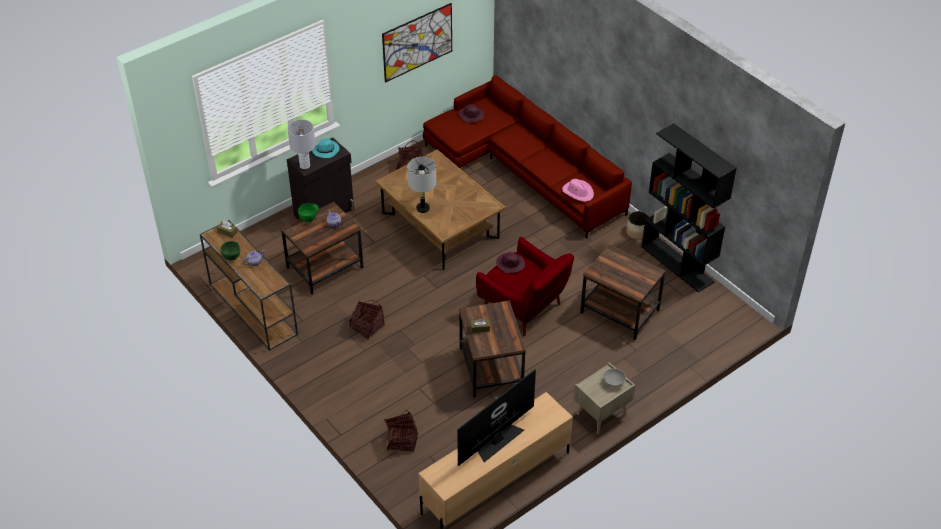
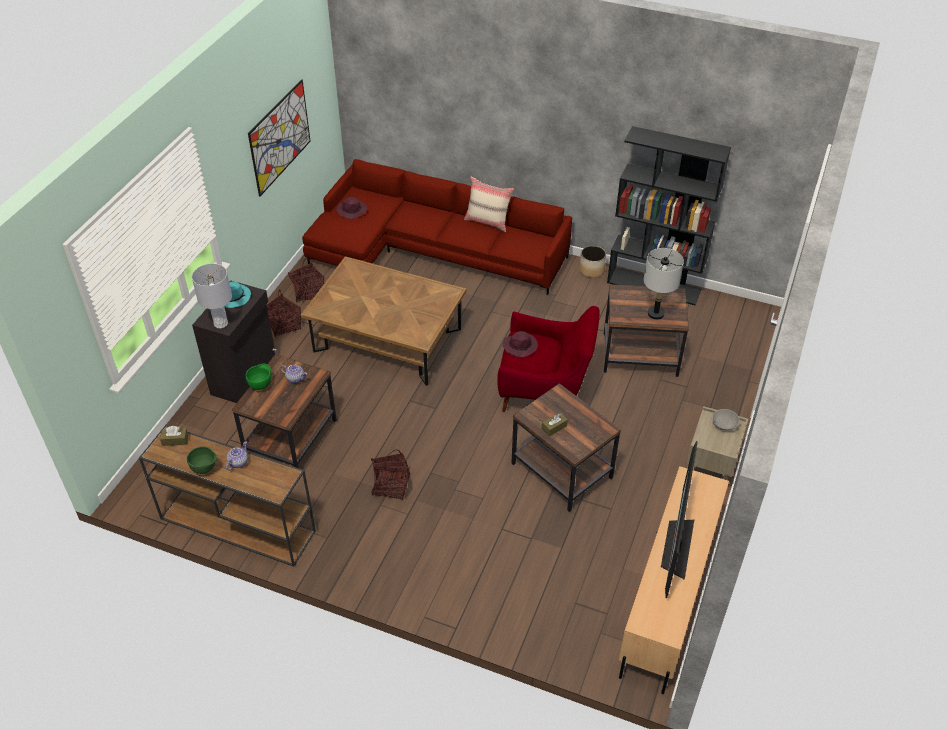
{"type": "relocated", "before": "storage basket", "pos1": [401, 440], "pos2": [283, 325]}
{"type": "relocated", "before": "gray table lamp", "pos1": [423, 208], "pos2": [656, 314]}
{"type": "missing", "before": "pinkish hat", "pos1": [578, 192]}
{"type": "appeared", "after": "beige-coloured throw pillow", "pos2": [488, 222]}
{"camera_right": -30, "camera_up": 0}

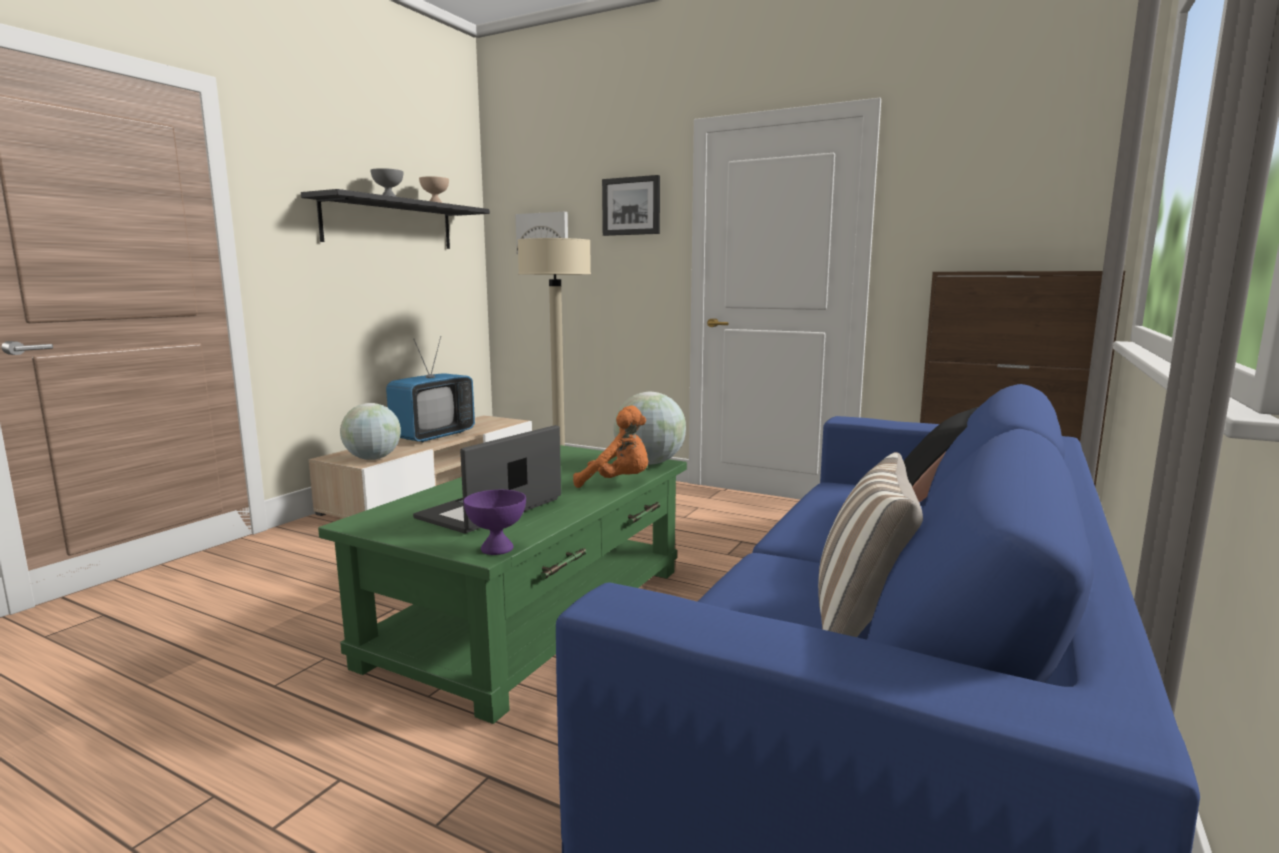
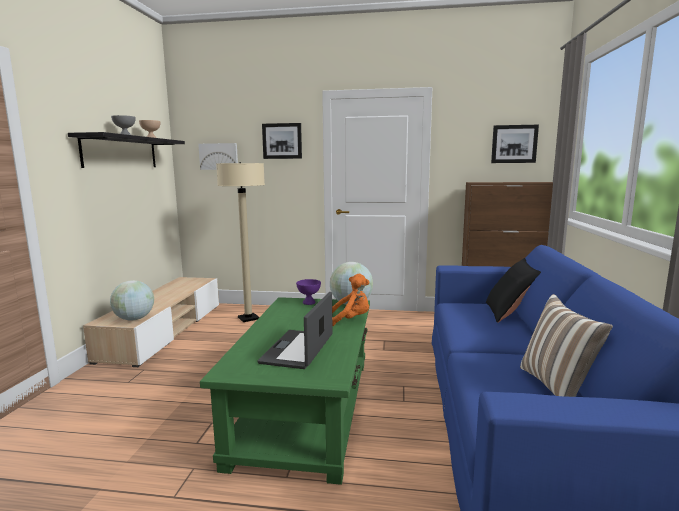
{"type": "missing", "before": "television", "pos1": [433, 436]}
{"type": "relocated", "before": "purple-coloured bowl", "pos1": [498, 548], "pos2": [309, 302]}
{"type": "appeared", "after": "wall art", "pos2": [514, 144]}
{"camera_right": -20, "camera_up": 0}

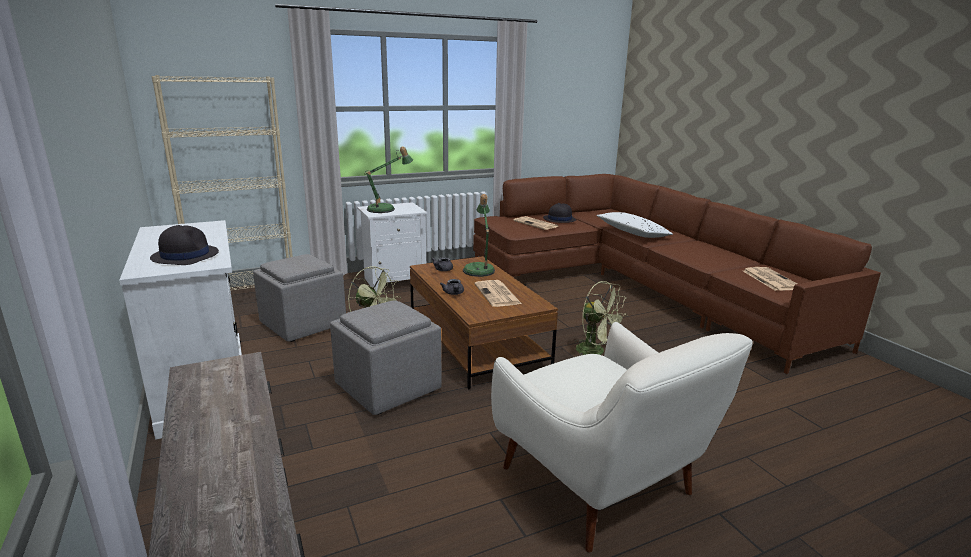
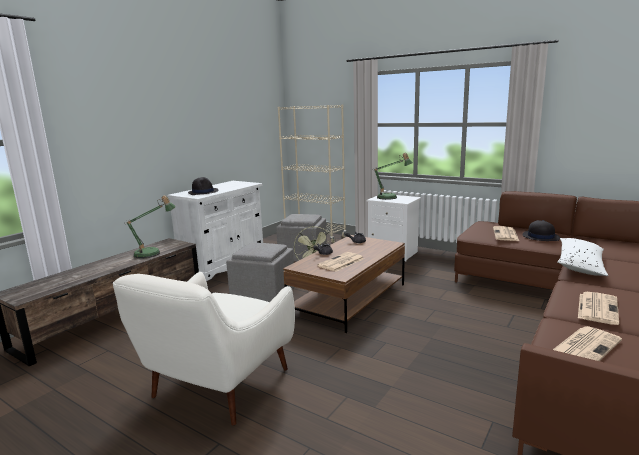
{"type": "relocated", "before": "table lamp", "pos1": [479, 269], "pos2": [152, 253]}
{"type": "missing", "before": "green electric fan", "pos1": [596, 352]}
{"type": "appeared", "after": "printed paper", "pos2": [597, 308]}
{"camera_right": 60, "camera_up": -5}

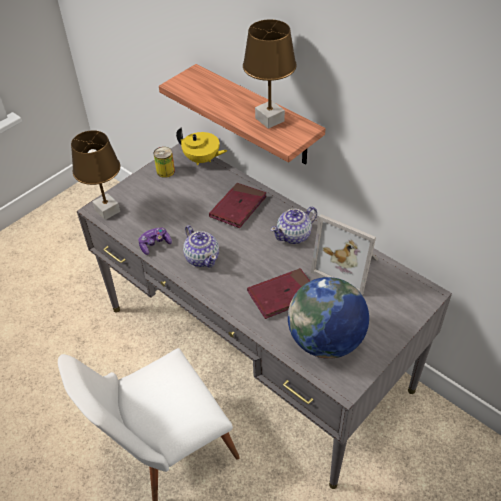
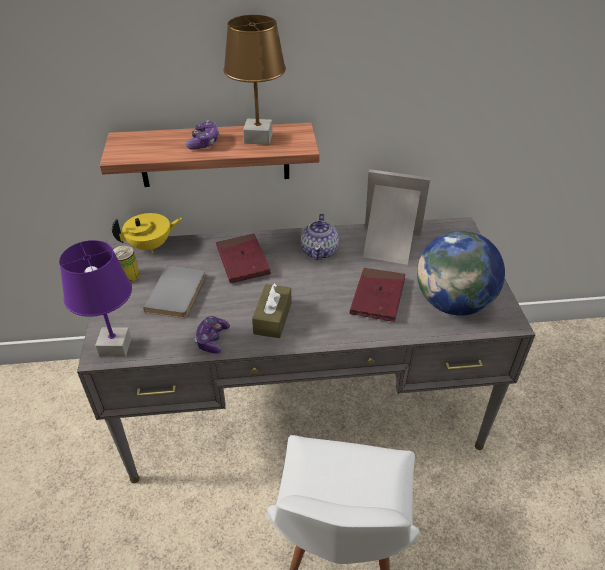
{"type": "colour", "before": "brown-coloured table lamp", "after": "purple-coloured table lamp", "pos1": [107, 210], "pos2": [114, 347]}
{"type": "exchanged", "before": "tea pot", "after": "brown-coloured box of tissues", "pos1": [202, 257], "pos2": [272, 318]}
{"type": "spun", "before": "photo frame", "pos1": [348, 266], "pos2": [389, 245], "turn": -150}
{"type": "appeared", "after": "gray bound book", "pos2": [179, 294]}
{"type": "appeared", "after": "game controller", "pos2": [204, 142]}
{"camera_right": -50, "camera_up": -5}

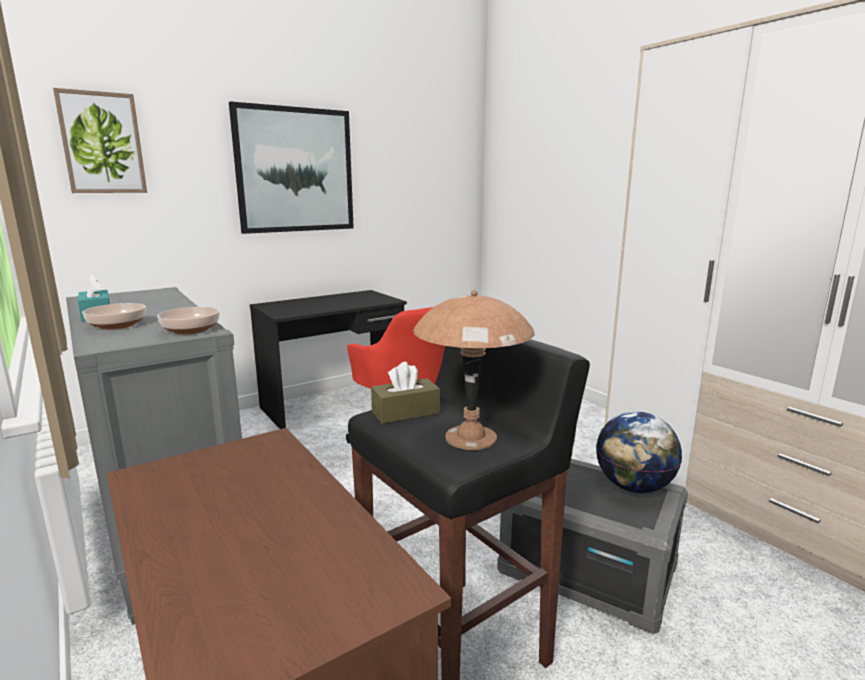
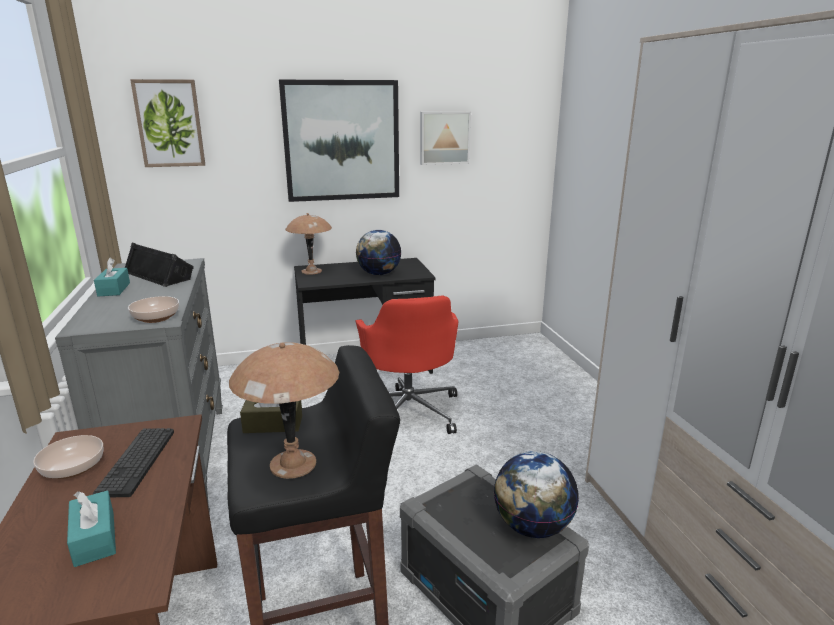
{"type": "relocated", "before": "bowl", "pos1": [118, 325], "pos2": [74, 467]}
{"type": "appeared", "after": "turquoise-coloured box of tissues", "pos2": [94, 538]}
{"type": "appeared", "after": "PC keyboard", "pos2": [137, 461]}
{"type": "appeared", "after": "black loudspeaker", "pos2": [160, 275]}
{"type": "appeared", "after": "brown-coloured table lamp", "pos2": [312, 271]}
{"type": "appeared", "after": "desk globe", "pos2": [378, 274]}
{"type": "appeared", "after": "wall art", "pos2": [444, 138]}
{"camera_right": 20, "camera_up": 5}

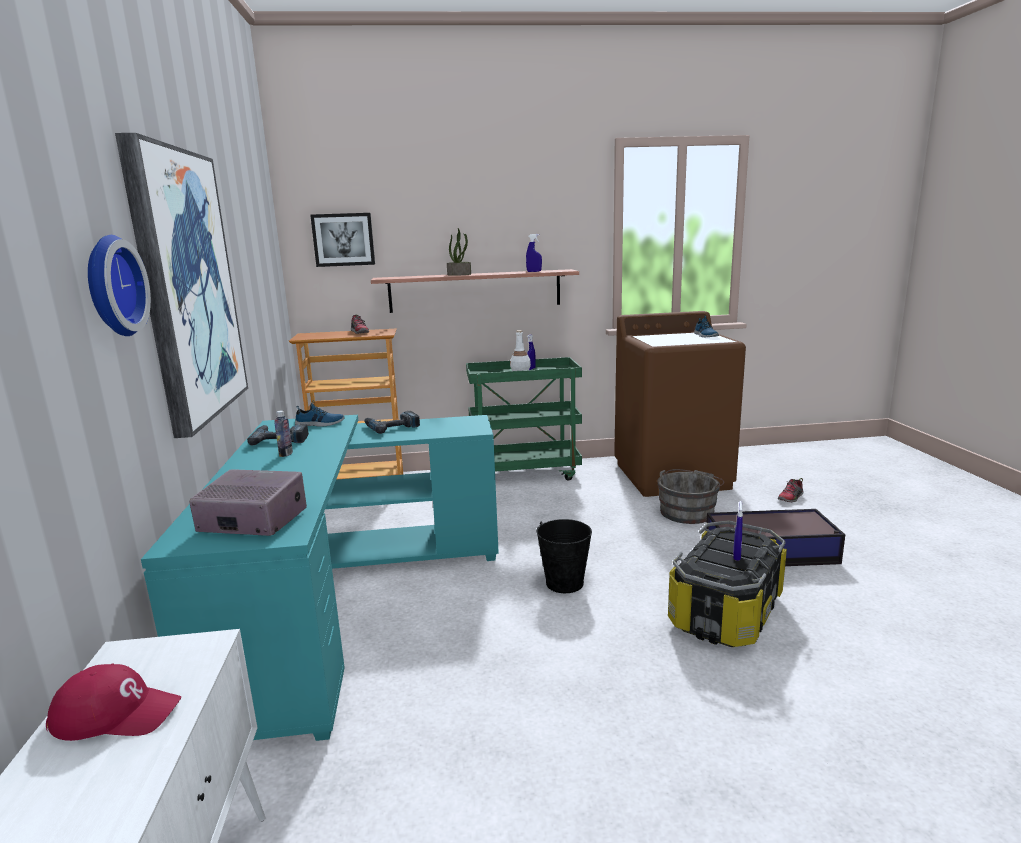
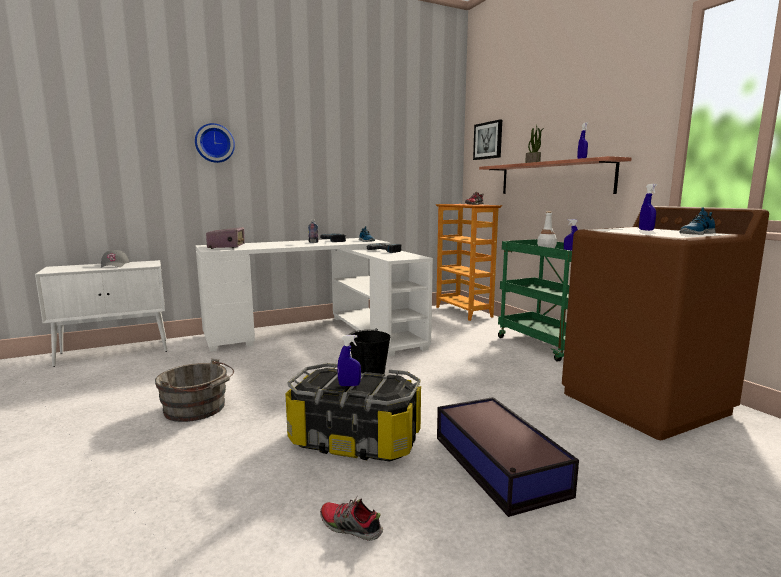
{"type": "colour", "before": "red cap", "after": "gray cap", "pos1": [116, 713], "pos2": [114, 265]}
{"type": "missing", "before": "wall art", "pos1": [186, 286]}
{"type": "colour", "before": "turquoise-coloured desk unit", "after": "white-coloured desk unit", "pos1": [341, 600], "pos2": [322, 333]}
{"type": "relocated", "before": "gray pail", "pos1": [688, 511], "pos2": [197, 409]}
{"type": "relocated", "before": "shoe", "pos1": [791, 498], "pos2": [350, 527]}
{"type": "appeared", "after": "bluish hand sprayer", "pos2": [646, 230]}
{"camera_right": 70, "camera_up": -5}

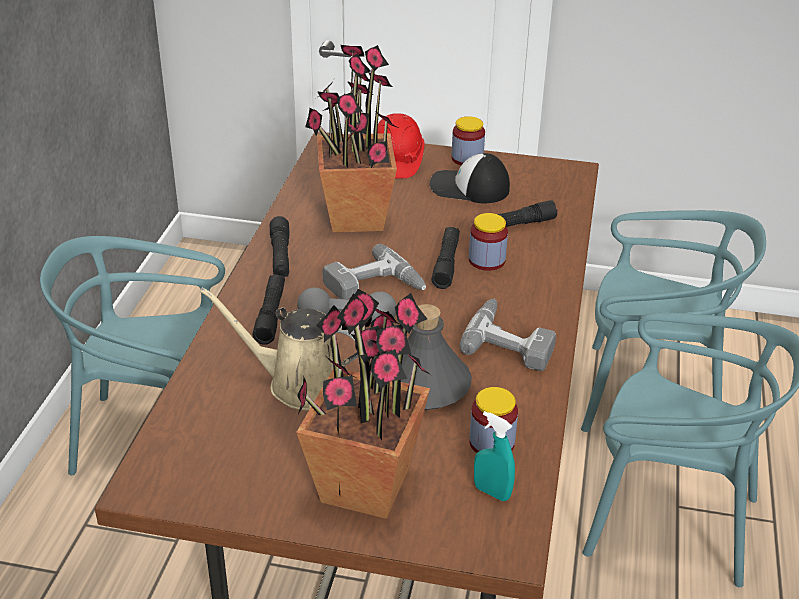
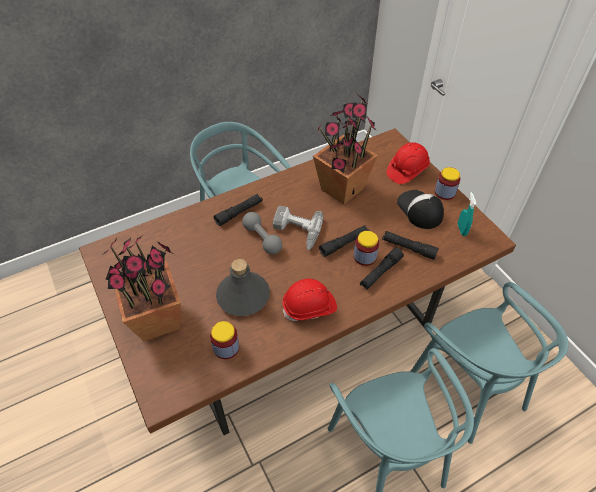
{"type": "missing", "before": "beige-coloured watering pot", "pos1": [299, 384]}
{"type": "relocated", "before": "black torch", "pos1": [280, 256], "pos2": [380, 272]}
{"type": "exchanged", "before": "drill", "after": "red work helmet", "pos1": [511, 341], "pos2": [309, 307]}
{"type": "relocated", "before": "turquoise-coloured hand sprayer", "pos1": [492, 492], "pos2": [461, 230]}
{"camera_right": 50, "camera_up": 15}

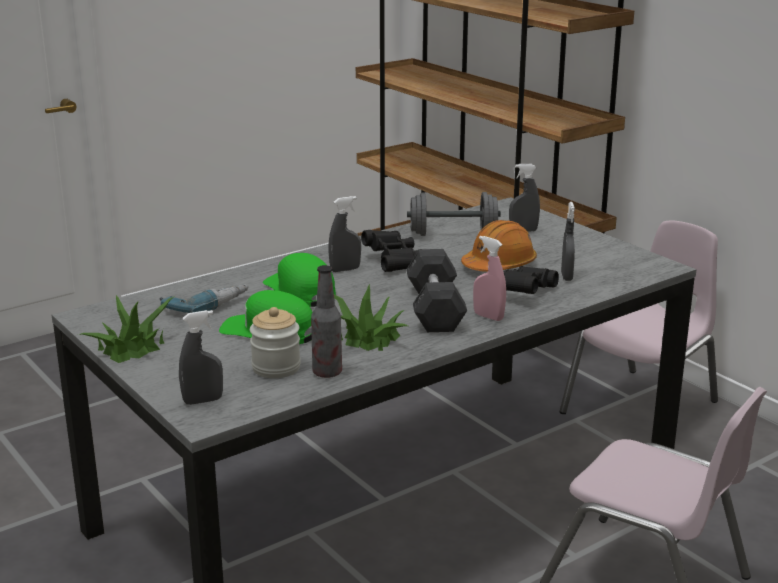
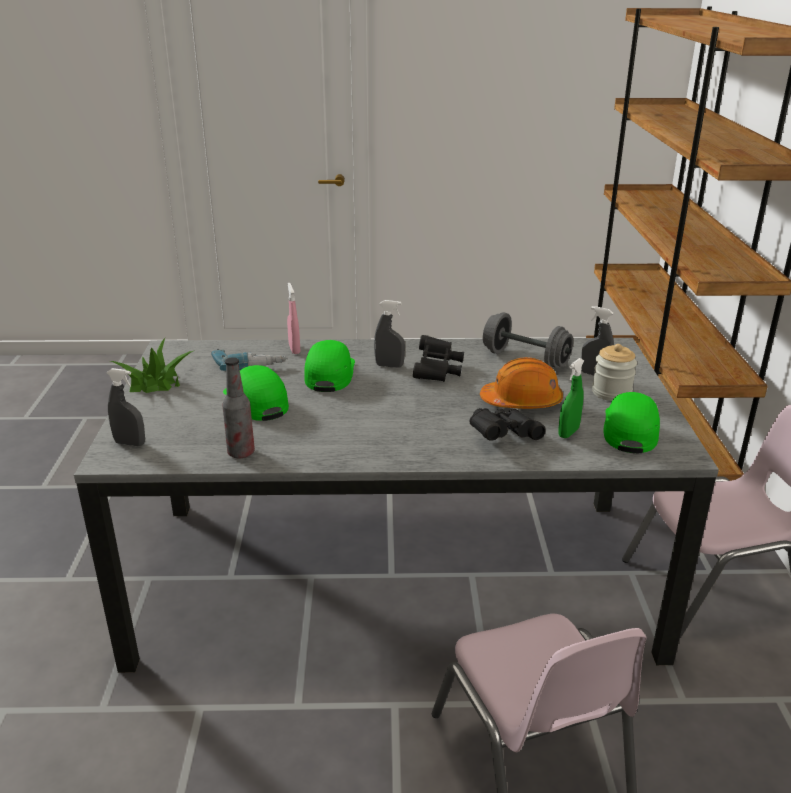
{"type": "relocated", "before": "jar", "pos1": [276, 368], "pos2": [611, 392]}
{"type": "missing", "before": "potted plant", "pos1": [367, 337]}
{"type": "missing", "before": "gray free weight", "pos1": [435, 309]}
{"type": "relocated", "before": "pinkish hand sprayer", "pos1": [488, 317], "pos2": [294, 349]}
{"type": "colour", "before": "gray hand sprayer", "after": "green hand sprayer", "pos1": [566, 276], "pos2": [568, 433]}
{"type": "appeared", "after": "green cap", "pos2": [629, 430]}
{"camera_right": 35, "camera_up": 5}

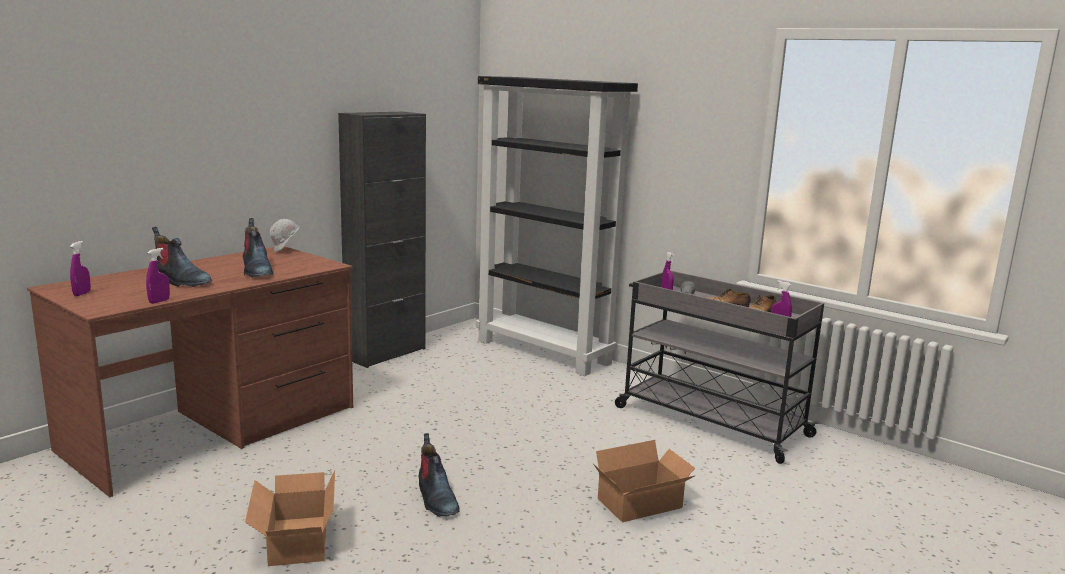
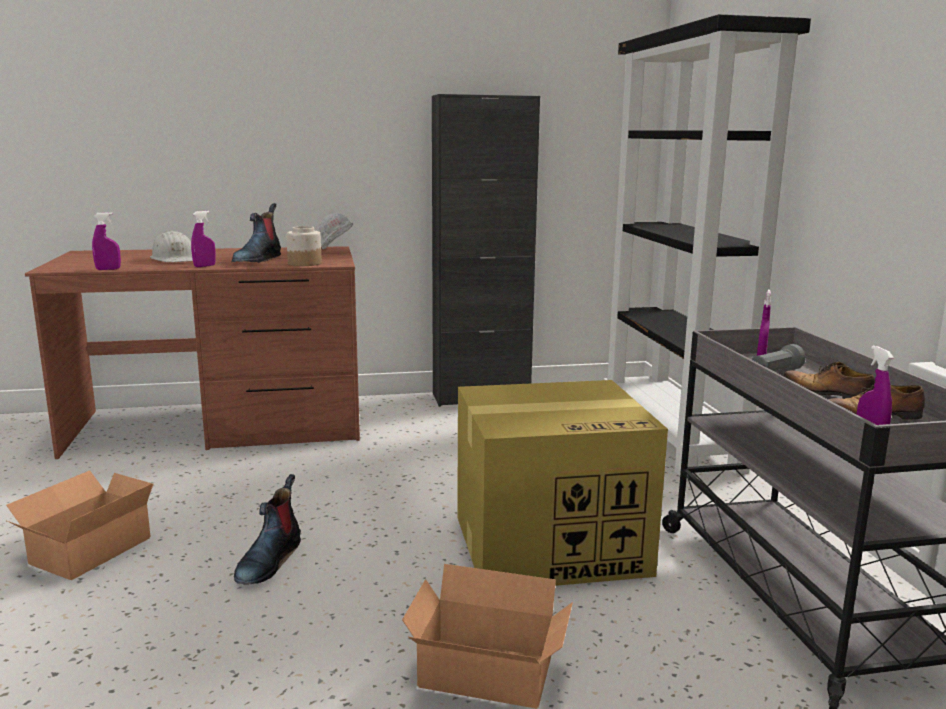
{"type": "relocated", "before": "purple-coloured hand sprayer", "pos1": [82, 294], "pos2": [204, 266]}
{"type": "exchanged", "before": "tall boot", "after": "white-coloured work helmet", "pos1": [180, 281], "pos2": [174, 259]}
{"type": "appeared", "after": "jar", "pos2": [304, 263]}
{"type": "appeared", "after": "carton", "pos2": [552, 544]}
{"camera_right": 40, "camera_up": 0}

